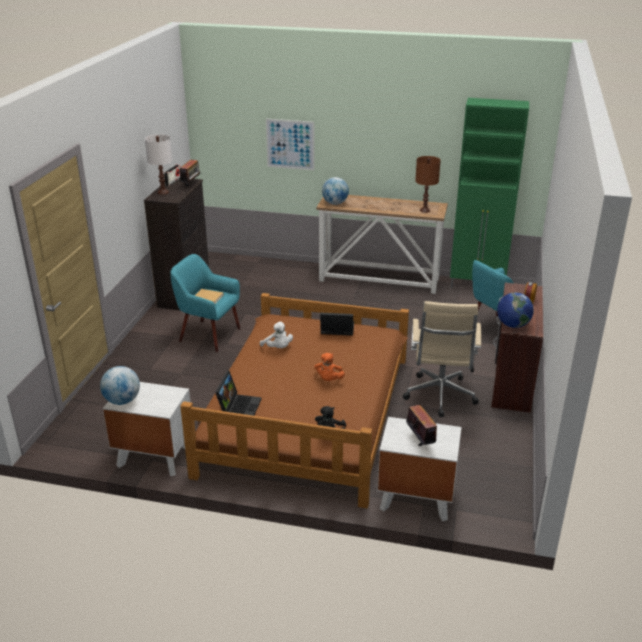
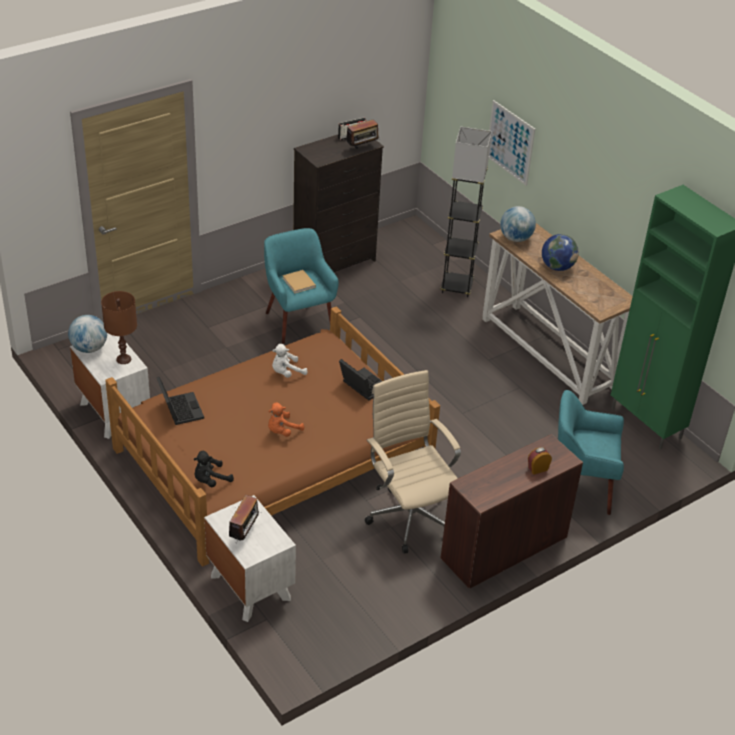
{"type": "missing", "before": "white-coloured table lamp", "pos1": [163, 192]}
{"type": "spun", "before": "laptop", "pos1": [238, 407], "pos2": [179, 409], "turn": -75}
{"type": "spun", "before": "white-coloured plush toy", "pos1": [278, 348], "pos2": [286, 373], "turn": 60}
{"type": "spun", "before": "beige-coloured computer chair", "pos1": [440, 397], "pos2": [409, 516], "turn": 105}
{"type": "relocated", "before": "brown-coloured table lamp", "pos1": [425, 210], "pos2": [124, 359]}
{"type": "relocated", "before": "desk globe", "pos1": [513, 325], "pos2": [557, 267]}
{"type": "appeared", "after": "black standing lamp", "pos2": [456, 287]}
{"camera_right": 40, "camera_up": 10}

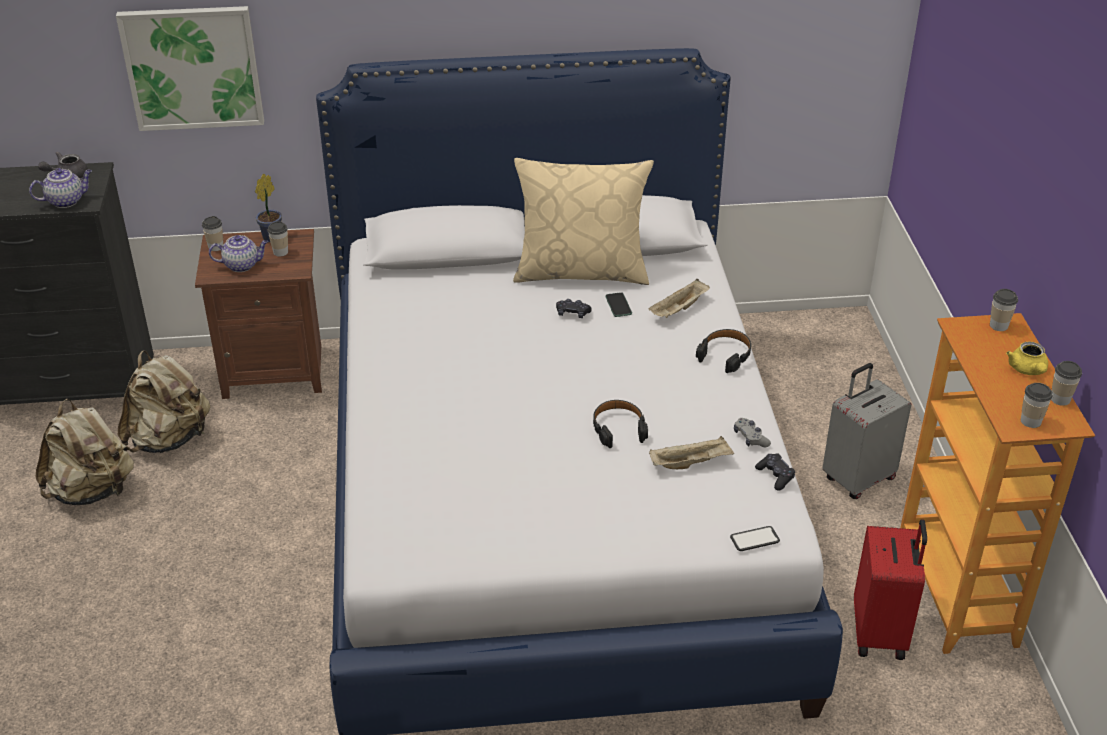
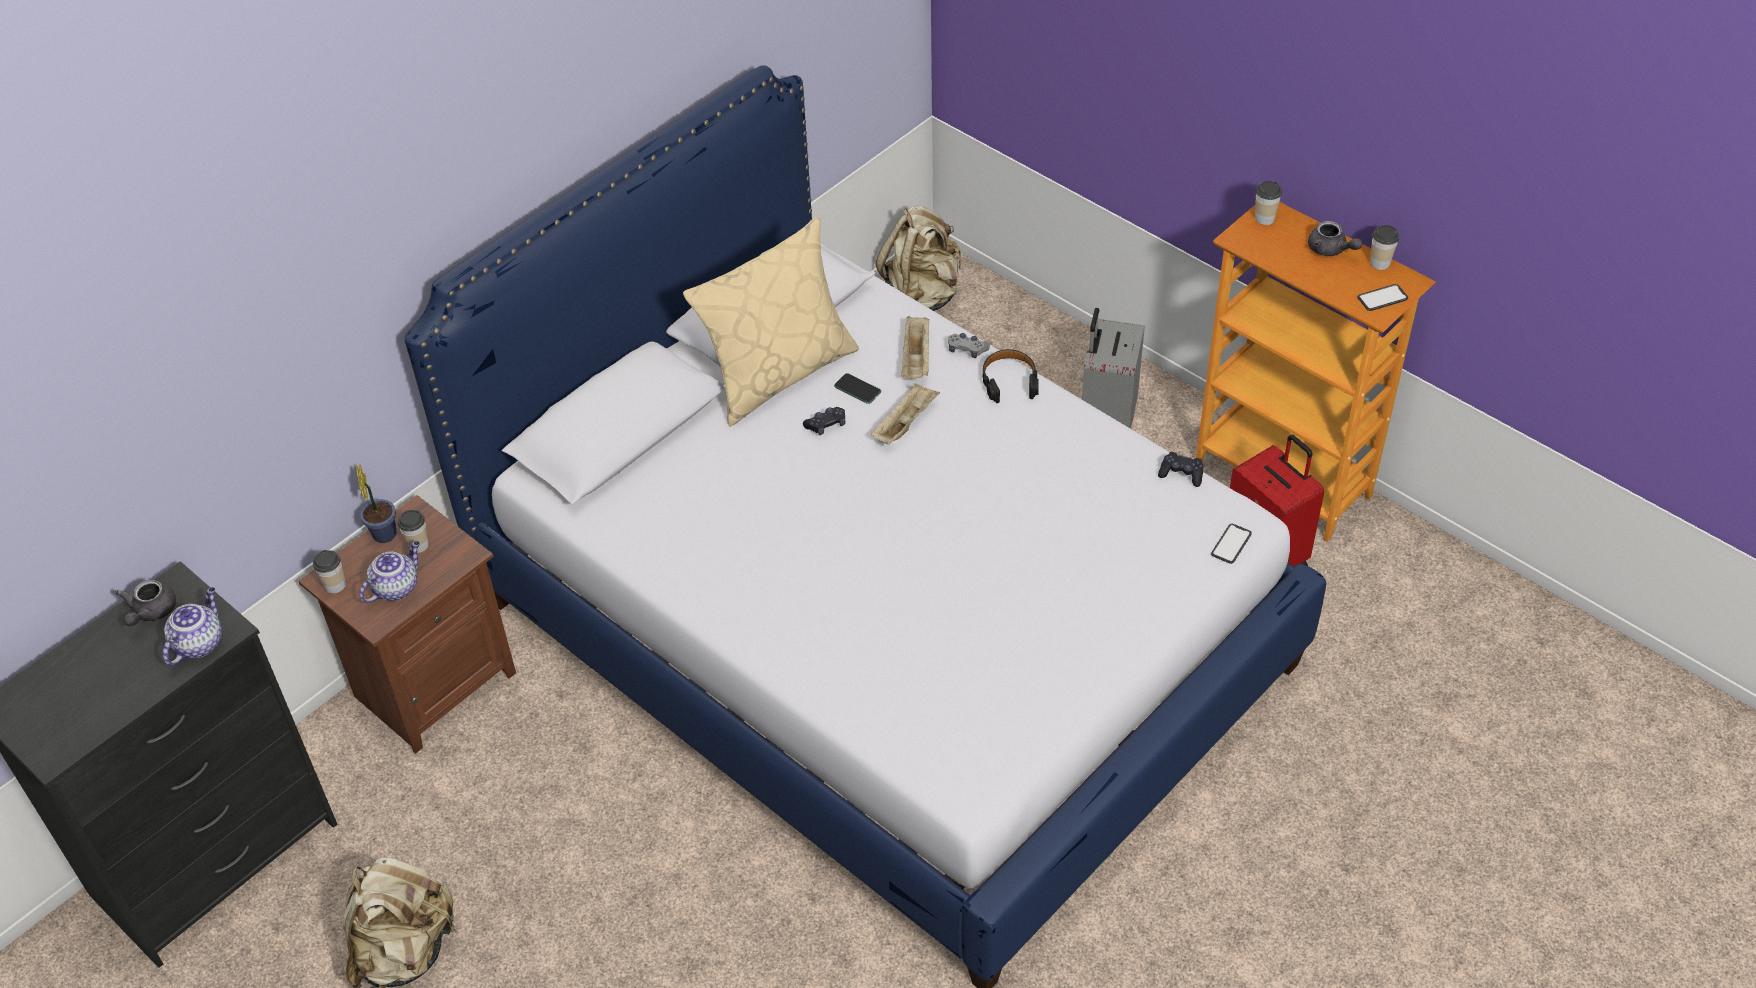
{"type": "missing", "before": "wall art", "pos1": [192, 67]}
{"type": "relocated", "before": "beige-coloured backpack", "pos1": [169, 439], "pos2": [922, 295]}
{"type": "missing", "before": "black headphones", "pos1": [618, 428]}
{"type": "relocated", "before": "beige-coloured serving tray", "pos1": [691, 463], "pos2": [905, 423]}
{"type": "relocated", "before": "gray game controller", "pos1": [750, 438], "pos2": [967, 350]}
{"type": "colour", "before": "yellow-coloured tea pot", "after": "gray tea pot", "pos1": [1028, 370], "pos2": [1330, 250]}
{"type": "exchanged", "before": "drinking cup", "after": "phone", "pos1": [1030, 421], "pos2": [1382, 298]}
{"camera_right": -40, "camera_up": 10}

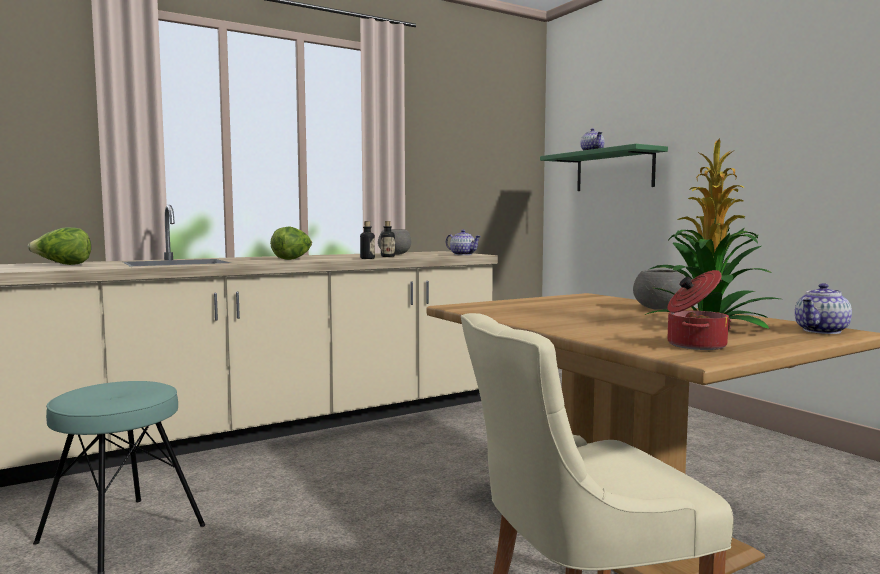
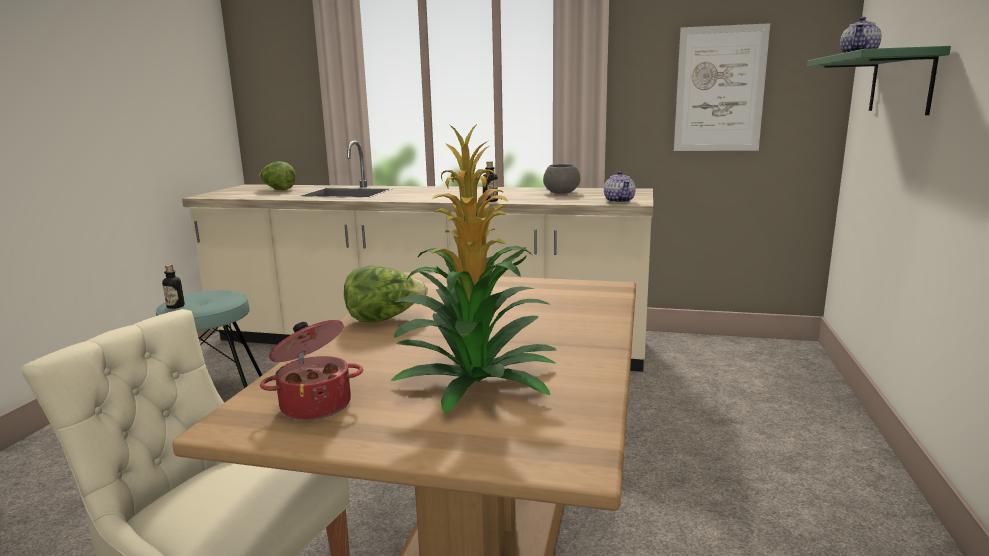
{"type": "relocated", "before": "lettuce", "pos1": [292, 259], "pos2": [384, 319]}
{"type": "relocated", "before": "bottle", "pos1": [388, 256], "pos2": [175, 306]}
{"type": "missing", "before": "gray bowl", "pos1": [658, 308]}
{"type": "missing", "before": "tea pot", "pos1": [822, 331]}
{"type": "appeared", "after": "wall art", "pos2": [719, 89]}
{"camera_right": 45, "camera_up": 10}

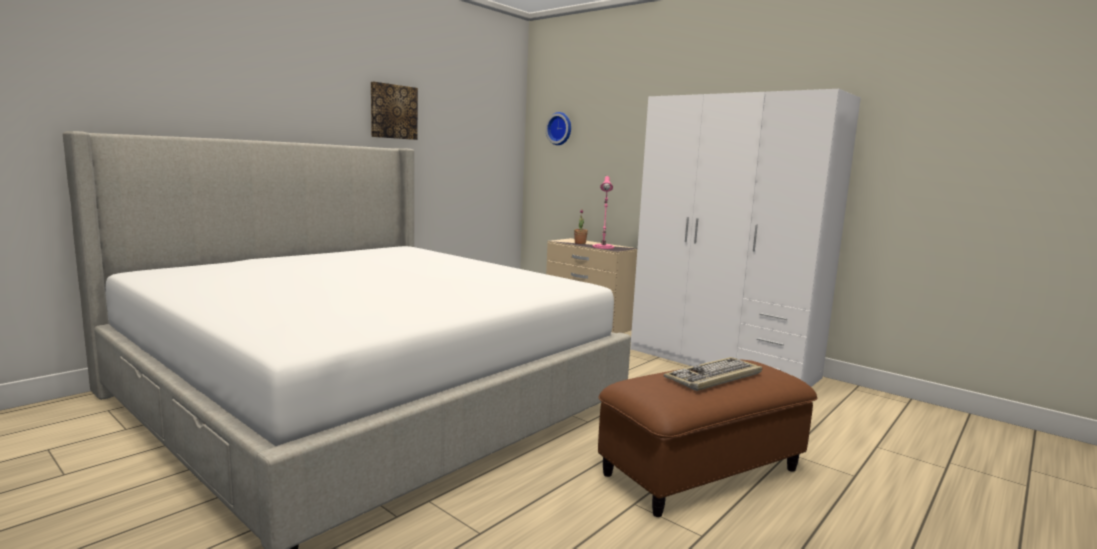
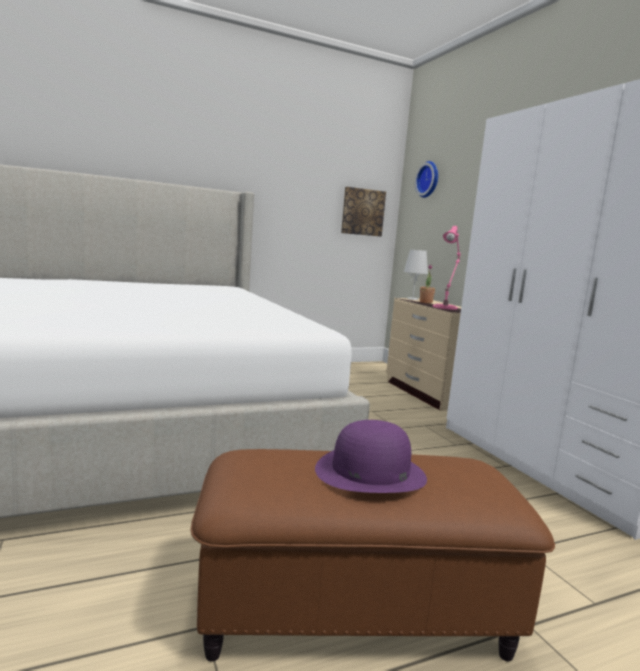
{"type": "relocated", "before": "wall art", "pos1": [393, 111], "pos2": [362, 212]}
{"type": "exchanged", "before": "PC keyboard", "after": "purple-coloured hat", "pos1": [714, 377], "pos2": [370, 472]}
{"type": "appeared", "after": "white-coloured table lamp", "pos2": [412, 299]}
{"camera_right": 25, "camera_up": 0}

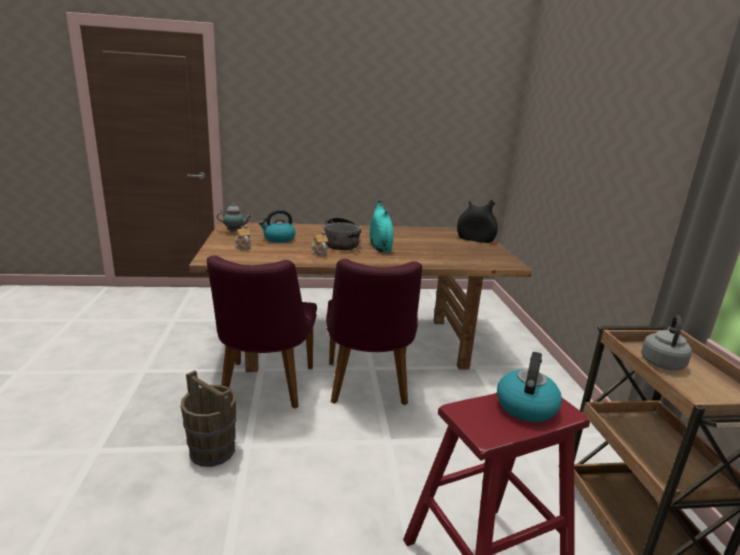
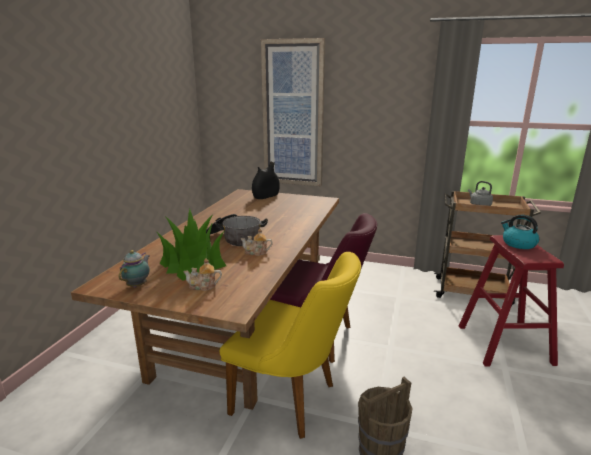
{"type": "colour", "before": "purple-coloured plain chair", "after": "yellow-coloured plain chair", "pos1": [264, 389], "pos2": [293, 400]}
{"type": "exchanged", "before": "tea kettle", "after": "potted plant", "pos1": [278, 239], "pos2": [193, 264]}
{"type": "missing", "before": "turquoise-coloured flower vase", "pos1": [380, 247]}
{"type": "appeared", "after": "wall art", "pos2": [293, 115]}
{"camera_right": -65, "camera_up": 0}

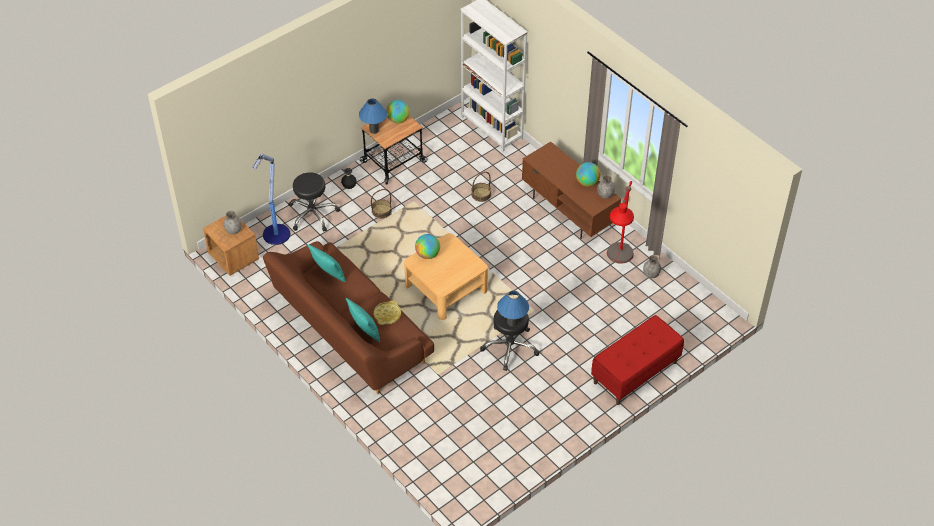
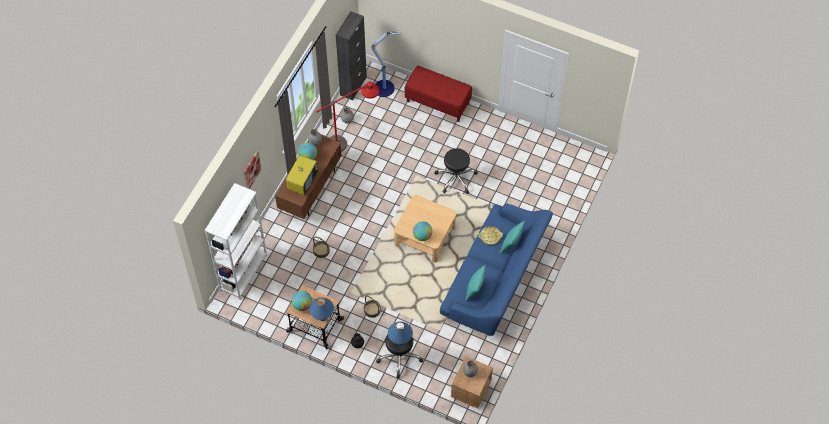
{"type": "relocated", "before": "standing lamp", "pos1": [276, 235], "pos2": [385, 88]}
{"type": "colour", "before": "brown-coloured settee", "after": "bluish settee", "pos1": [350, 330], "pos2": [495, 278]}
{"type": "relocated", "before": "bluish table lamp", "pos1": [512, 322], "pos2": [400, 341]}
{"type": "appeared", "after": "wall art", "pos2": [251, 170]}
{"type": "appeared", "after": "television", "pos2": [303, 182]}
{"type": "appeared", "after": "black cabinet", "pos2": [353, 86]}
{"camera_right": -115, "camera_up": 10}

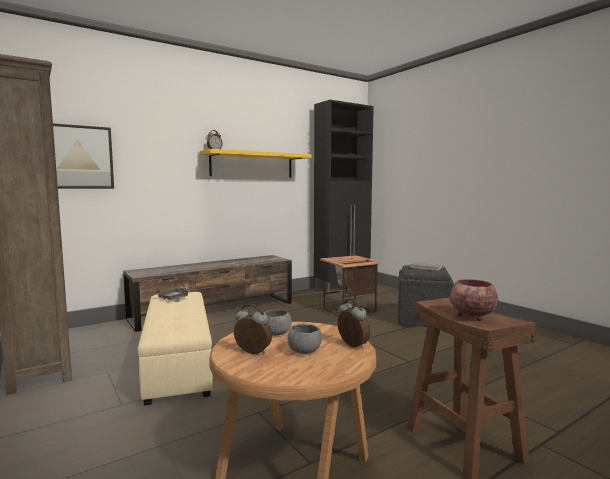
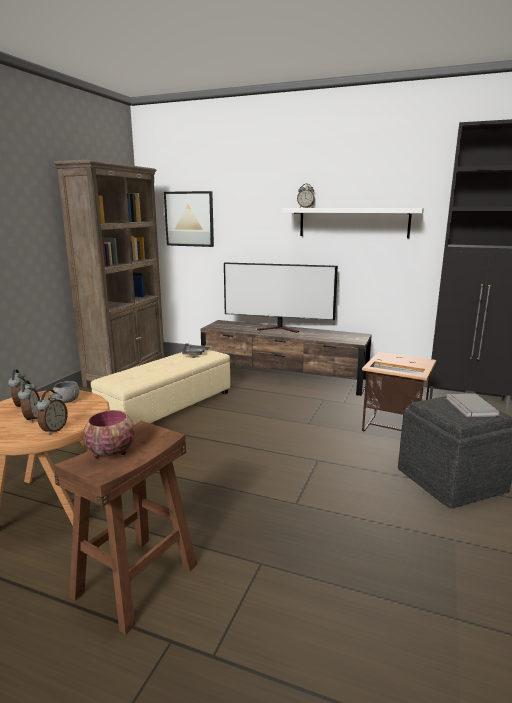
{"type": "colour", "before": "yellow-coloured shelf", "after": "white-coloured shelf", "pos1": [252, 165], "pos2": [353, 222]}
{"type": "exchanged", "before": "gray bowl", "after": "bedside clock", "pos1": [304, 351], "pos2": [32, 418]}
{"type": "appeared", "after": "television", "pos2": [280, 329]}
{"camera_right": 55, "camera_up": 10}

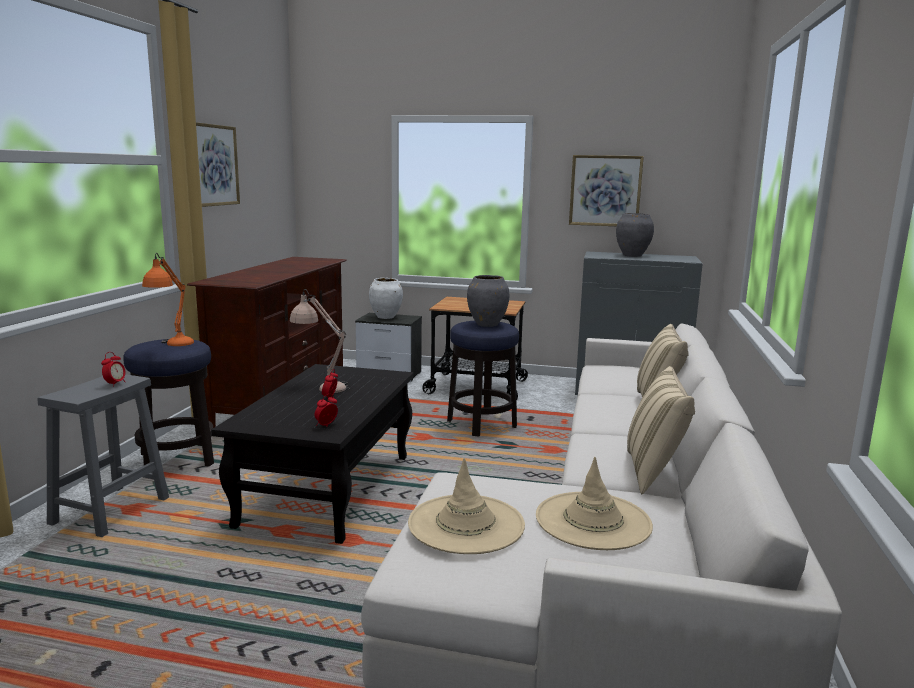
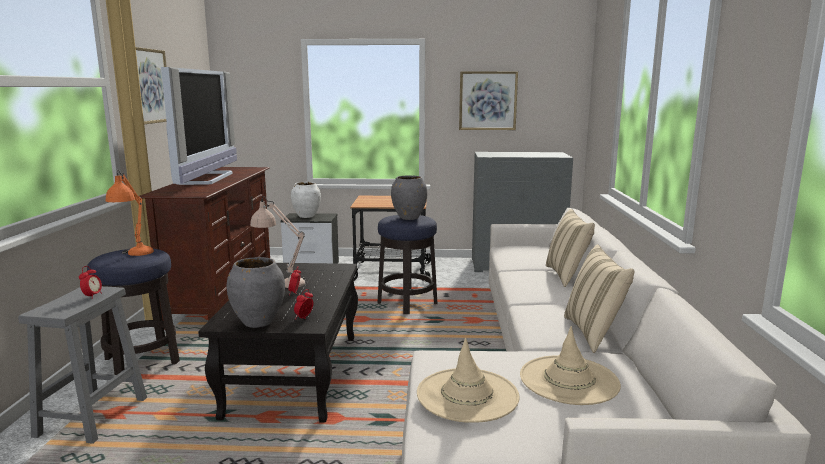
{"type": "relocated", "before": "gray flower vase", "pos1": [632, 255], "pos2": [258, 322]}
{"type": "appeared", "after": "television", "pos2": [208, 178]}
{"camera_right": -10, "camera_up": 0}

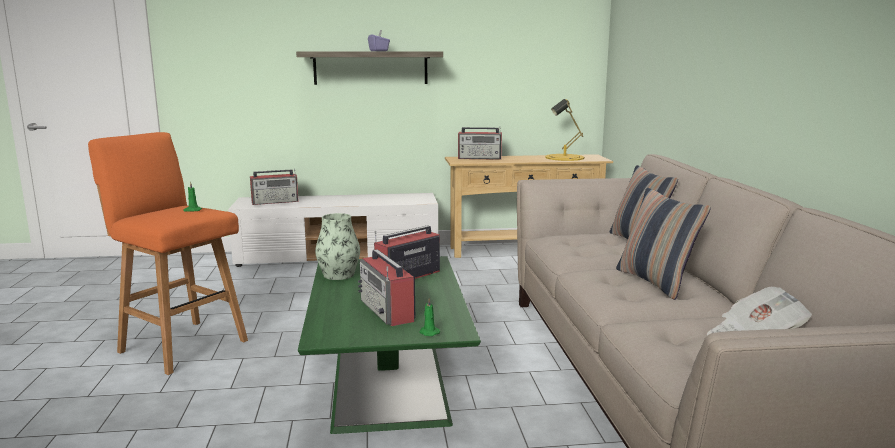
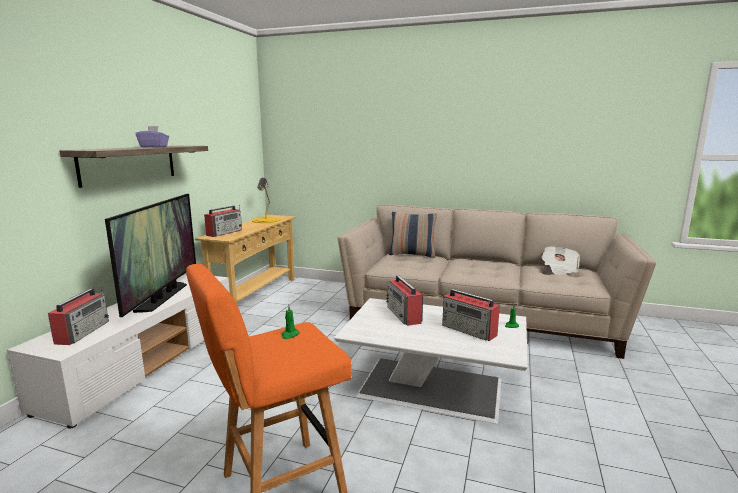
{"type": "colour", "before": "green coffee table", "after": "white-coloured coffee table", "pos1": [389, 381], "pos2": [433, 388]}
{"type": "missing", "before": "flower vase", "pos1": [339, 275]}
{"type": "spun", "before": "radio receiver", "pos1": [387, 311], "pos2": [469, 330], "turn": 45}
{"type": "missing", "before": "throw pillow", "pos1": [655, 282]}
{"type": "appeared", "after": "television", "pos2": [163, 297]}
{"camera_right": -65, "camera_up": 0}

